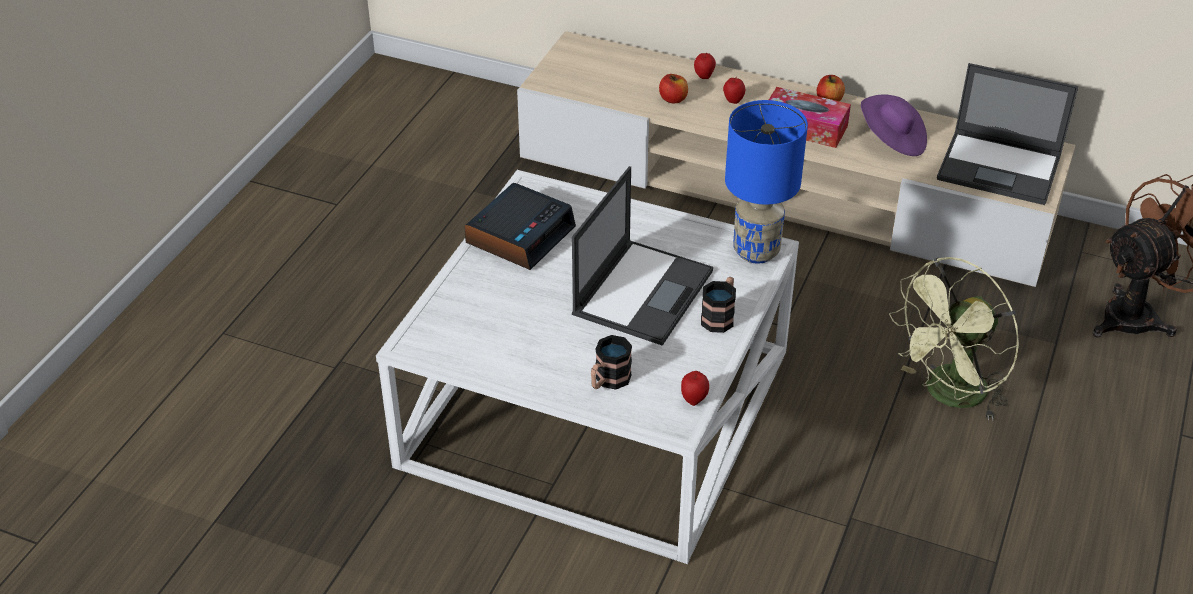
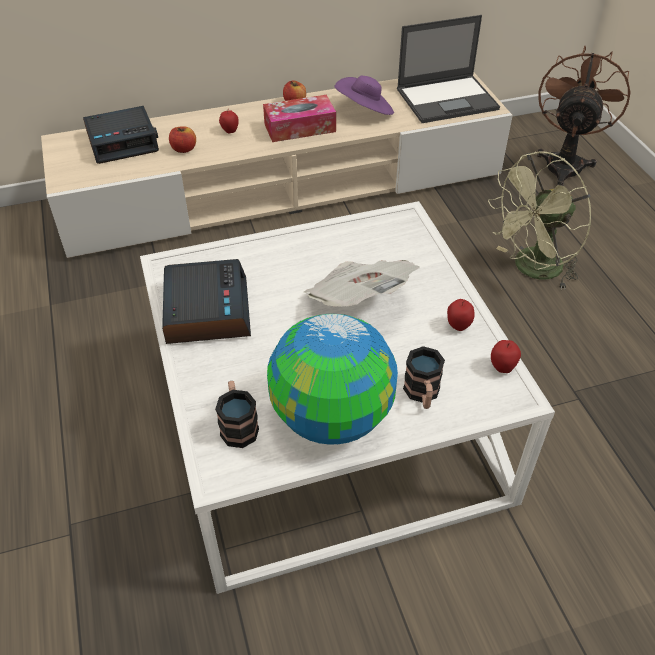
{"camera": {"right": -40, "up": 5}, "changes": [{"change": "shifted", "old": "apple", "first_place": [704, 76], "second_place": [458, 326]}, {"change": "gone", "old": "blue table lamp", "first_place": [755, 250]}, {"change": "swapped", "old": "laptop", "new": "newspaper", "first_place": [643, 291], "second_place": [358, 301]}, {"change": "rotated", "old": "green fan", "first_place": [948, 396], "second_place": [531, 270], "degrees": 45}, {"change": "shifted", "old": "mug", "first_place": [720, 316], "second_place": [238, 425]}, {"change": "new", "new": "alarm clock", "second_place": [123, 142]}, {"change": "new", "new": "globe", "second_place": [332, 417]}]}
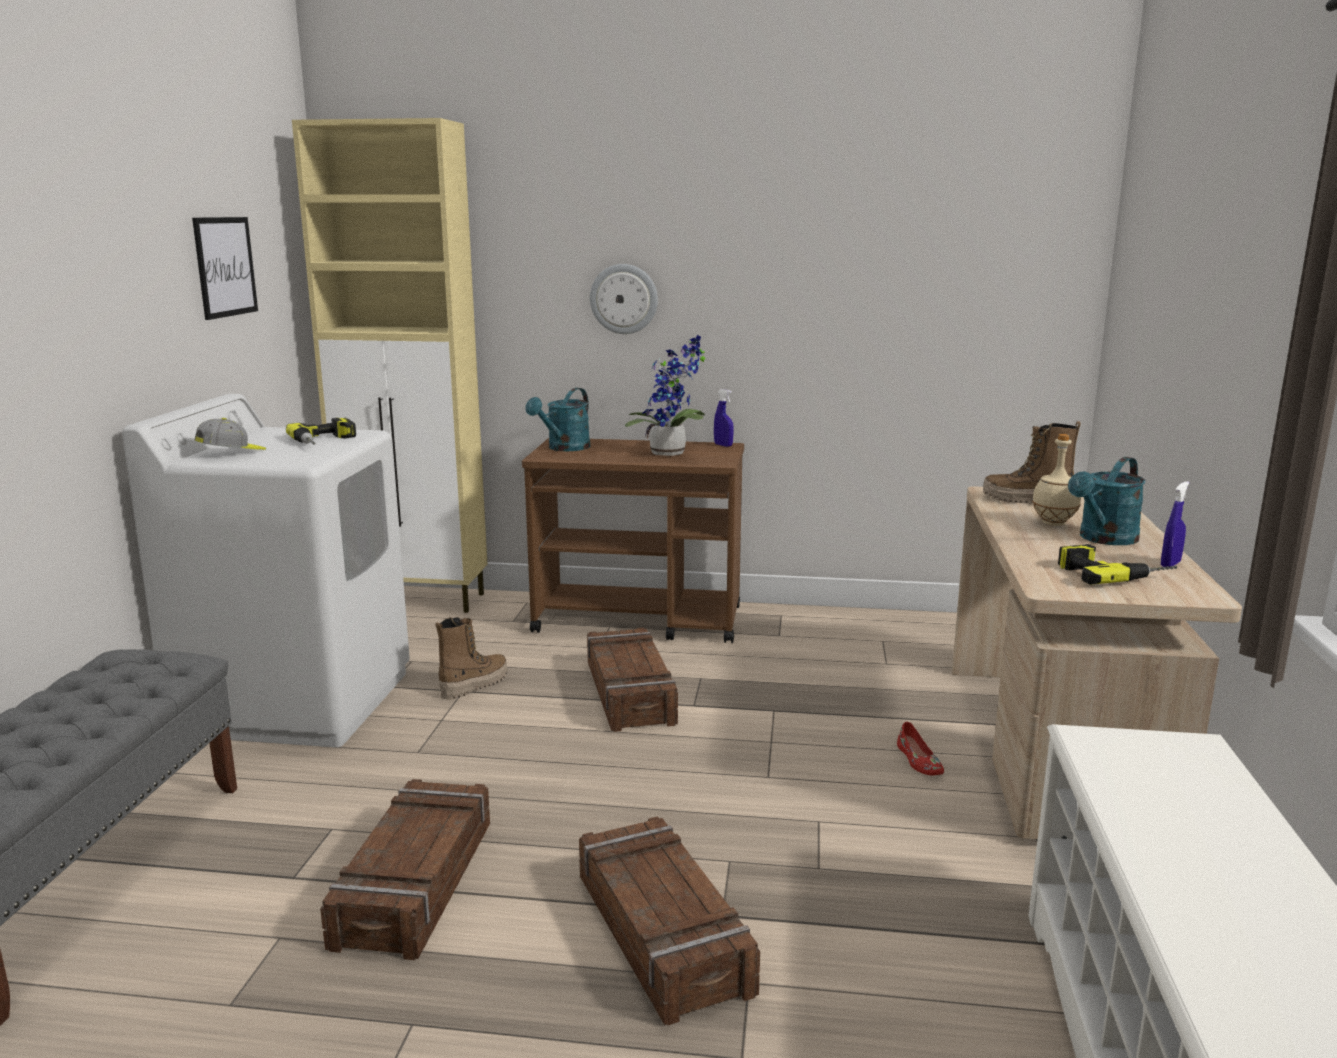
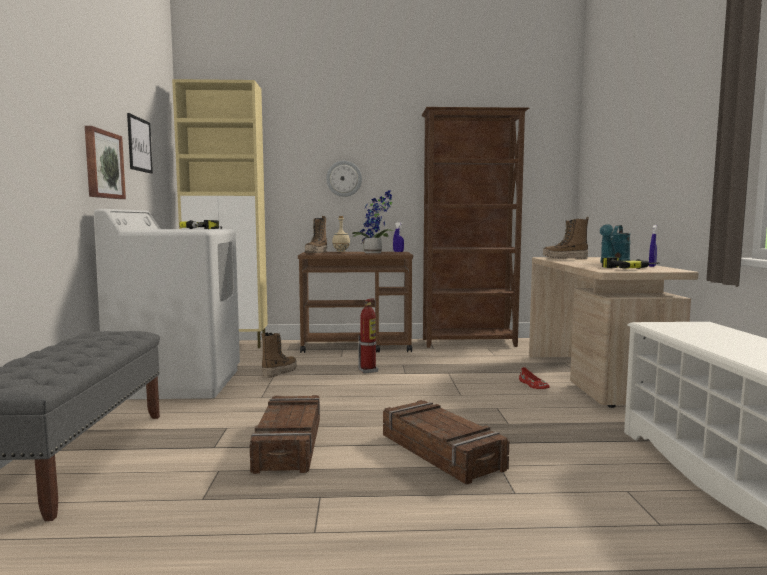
{"camera": {"right": -10, "up": -10}, "changes": [{"change": "swapped", "old": "turquoise watering can", "new": "boot", "first_place": [564, 448], "second_place": [316, 253]}, {"change": "gone", "old": "cap", "first_place": [232, 453]}, {"change": "shifted", "old": "beige bottle", "first_place": [1054, 523], "second_place": [341, 251]}, {"change": "swapped", "old": "crate", "new": "fire extinguisher", "first_place": [631, 692], "second_place": [368, 370]}, {"change": "new", "new": "brown bookcase", "second_place": [469, 343]}, {"change": "new", "new": "picture", "second_place": [103, 164]}]}
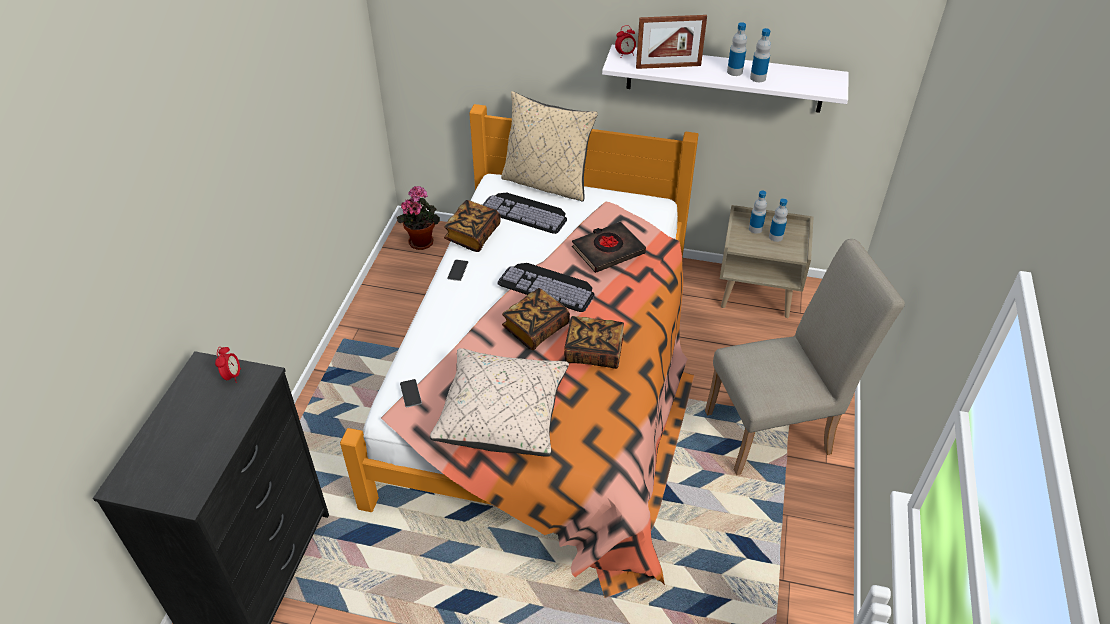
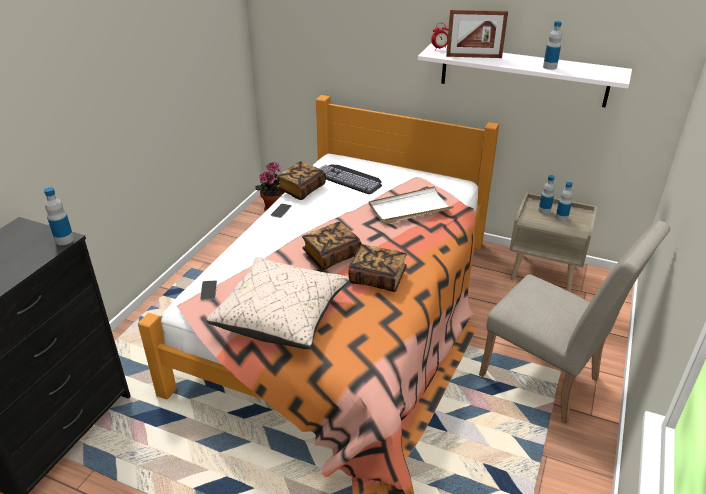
{"camera": {"right": 10, "up": -10}, "changes": [{"change": "shifted", "old": "bottle", "first_place": [734, 72], "second_place": [64, 240]}, {"change": "gone", "old": "beige pillow", "first_place": [547, 183]}, {"change": "swapped", "old": "black book", "new": "white tray", "first_place": [608, 251], "second_place": [410, 208]}, {"change": "rotated", "old": "beige chair", "first_place": [777, 431], "second_place": [547, 382], "degrees": 45}, {"change": "gone", "old": "keyboard", "first_place": [549, 285]}, {"change": "gone", "old": "alarm clock", "first_place": [232, 376]}]}
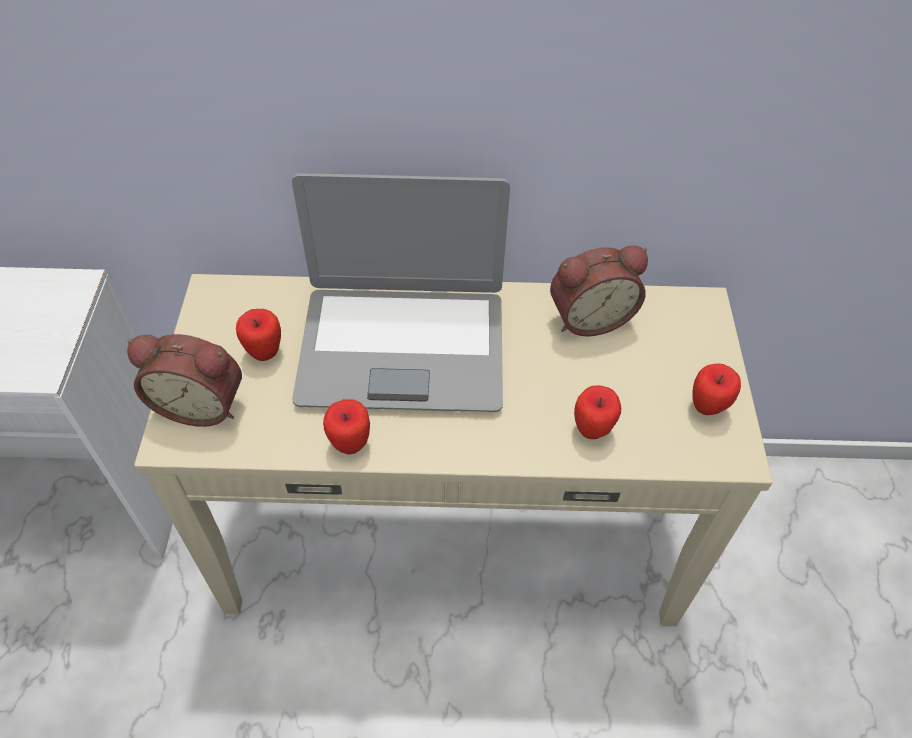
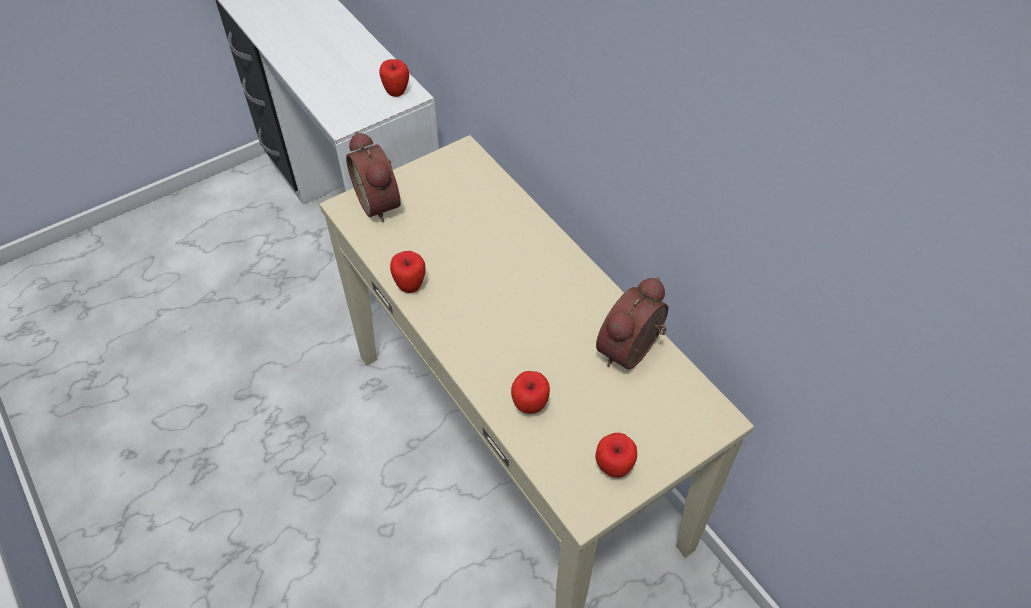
{"camera": {"right": 55, "up": 0}, "changes": [{"change": "gone", "old": "laptop", "first_place": [402, 347]}, {"change": "rotated", "old": "alarm clock", "first_place": [589, 317], "second_place": [632, 352], "degrees": 90}, {"change": "shifted", "old": "apple", "first_place": [264, 352], "second_place": [396, 92]}]}
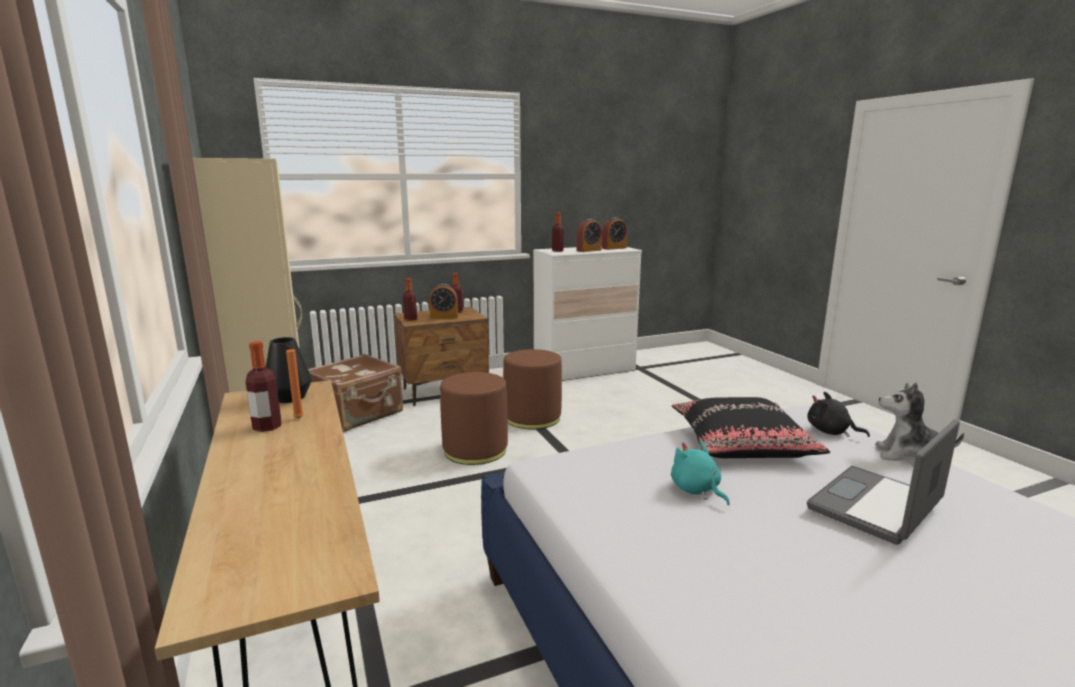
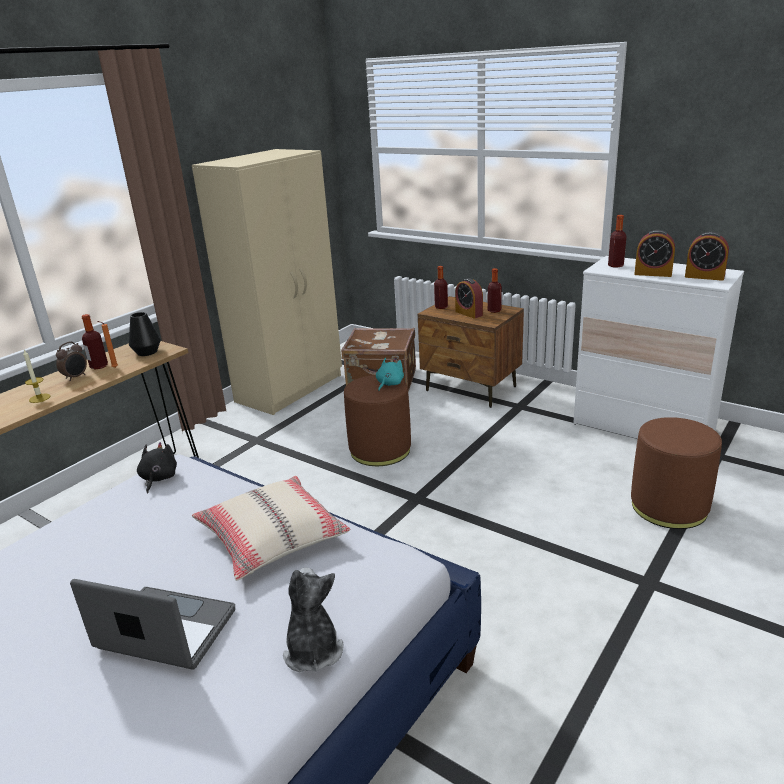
{"camera": {"right": 60, "up": 10}, "changes": [{"change": "shifted", "old": "brown ottoman", "first_place": [532, 418], "second_place": [669, 507]}, {"change": "shifted", "old": "black plush toy", "first_place": [831, 432], "second_place": [158, 478]}, {"change": "repainted", "old": "black pillow", "new": "beige pillow", "first_place": [741, 443], "second_place": [271, 537]}, {"change": "shifted", "old": "turquoise plush toy", "first_place": [696, 490], "second_place": [389, 384]}, {"change": "new", "new": "alarm clock", "second_place": [76, 377]}, {"change": "new", "new": "candle", "second_place": [39, 398]}]}
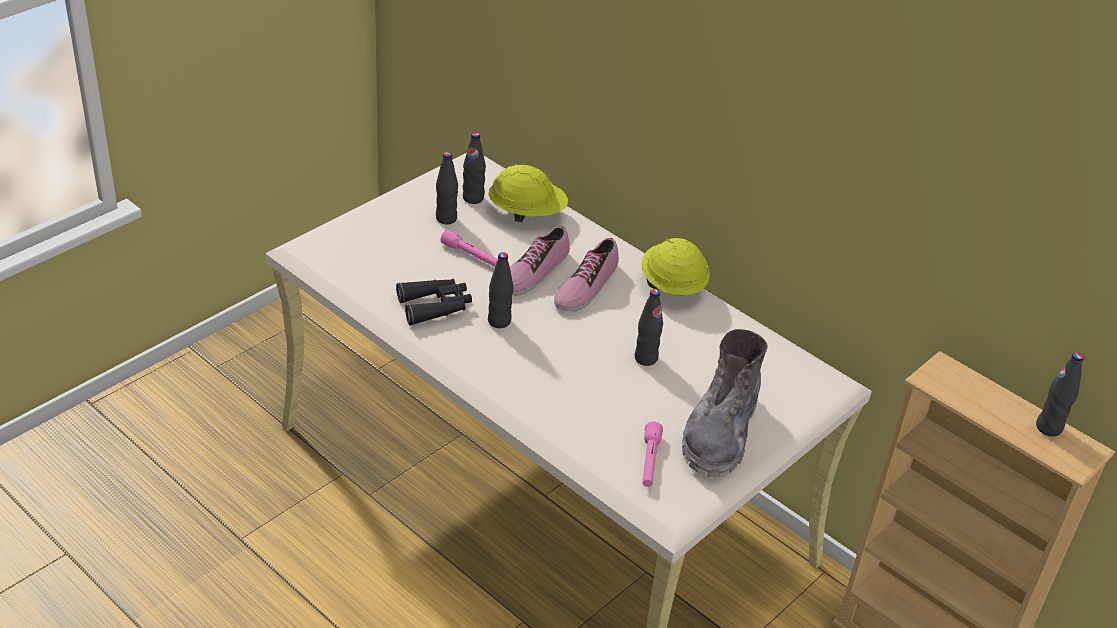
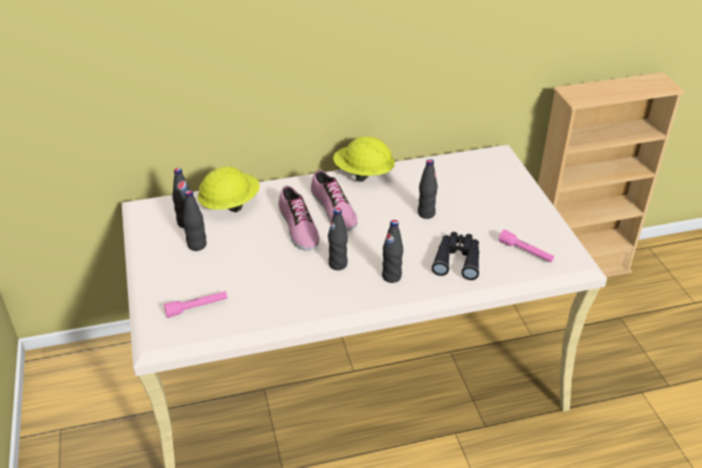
{"camera": {"right": -55, "up": 0}, "changes": [{"change": "shifted", "old": "pink flashlight", "first_place": [471, 256], "second_place": [197, 308]}, {"change": "shifted", "old": "black binoculars", "first_place": [435, 306], "second_place": [457, 260]}, {"change": "gone", "old": "grey boot", "first_place": [720, 433]}, {"change": "shifted", "old": "black bottle", "first_place": [1049, 428], "second_place": [391, 276]}]}
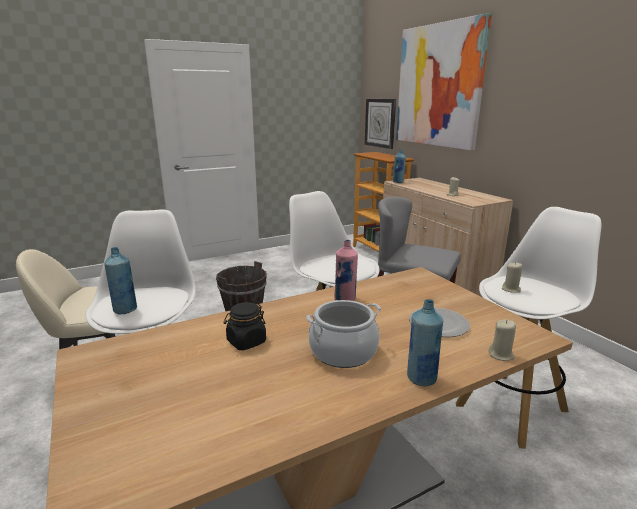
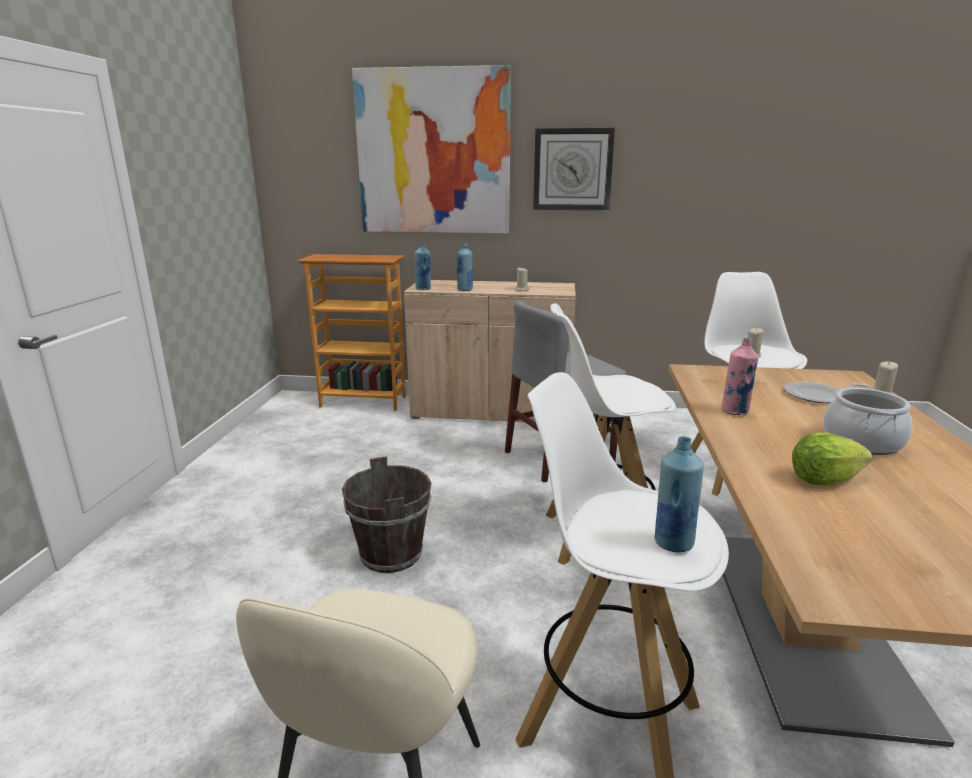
{"camera": {"right": -55, "up": 0}, "changes": [{"change": "shifted", "old": "wall clock", "first_place": [380, 123], "second_place": [572, 169]}, {"change": "shifted", "old": "blue bottle", "first_place": [421, 378], "second_place": [465, 289]}, {"change": "swapped", "old": "black jar", "new": "lettuce", "first_place": [246, 342], "second_place": [824, 479]}]}
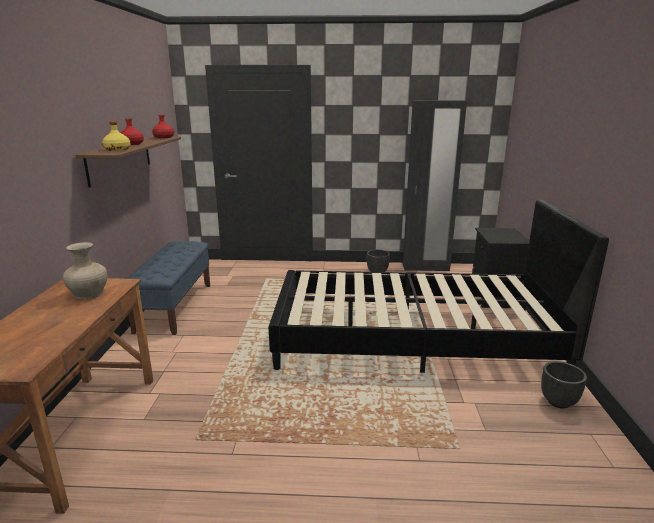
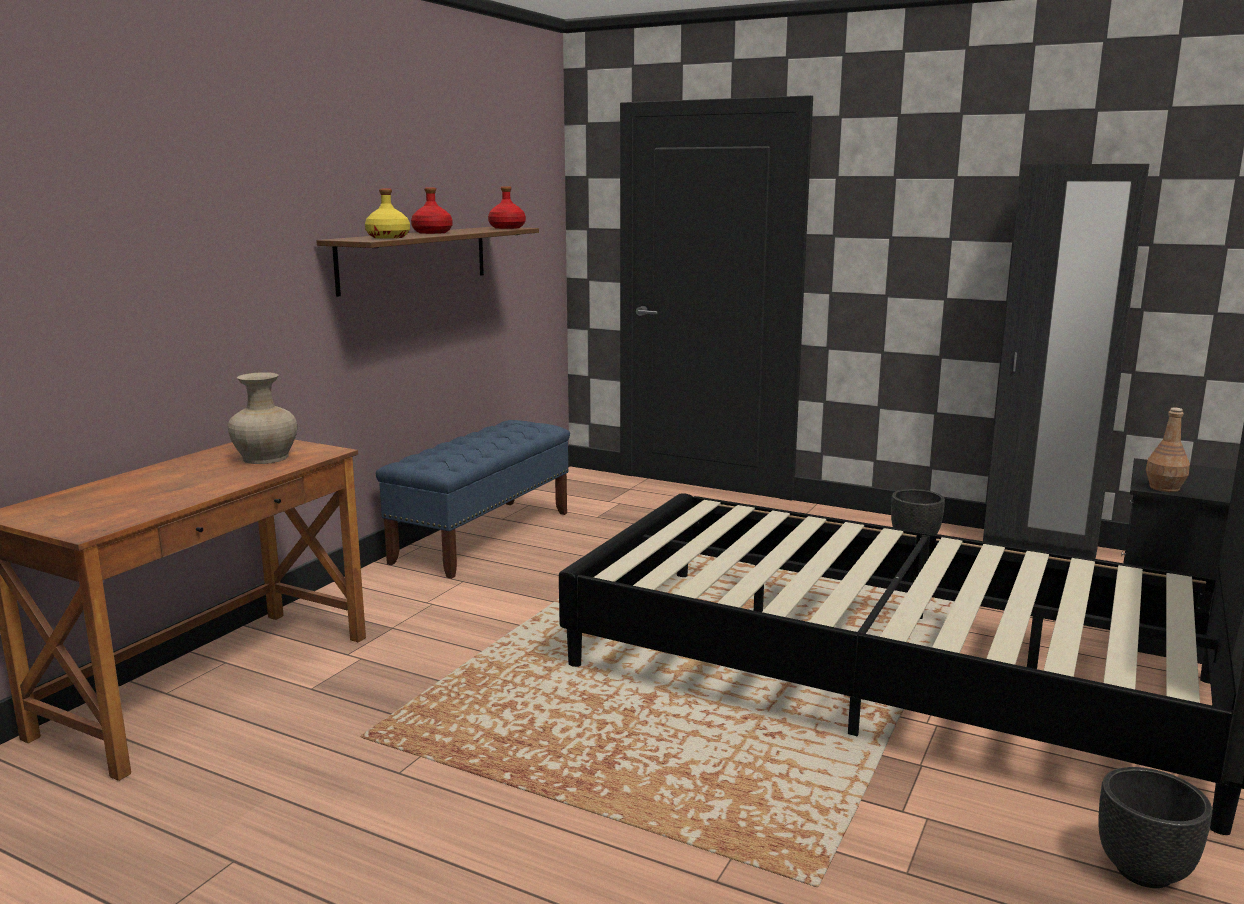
{"camera": {"right": 25, "up": -5}, "changes": [{"change": "new", "new": "brown bottle", "second_place": [1164, 488]}]}
